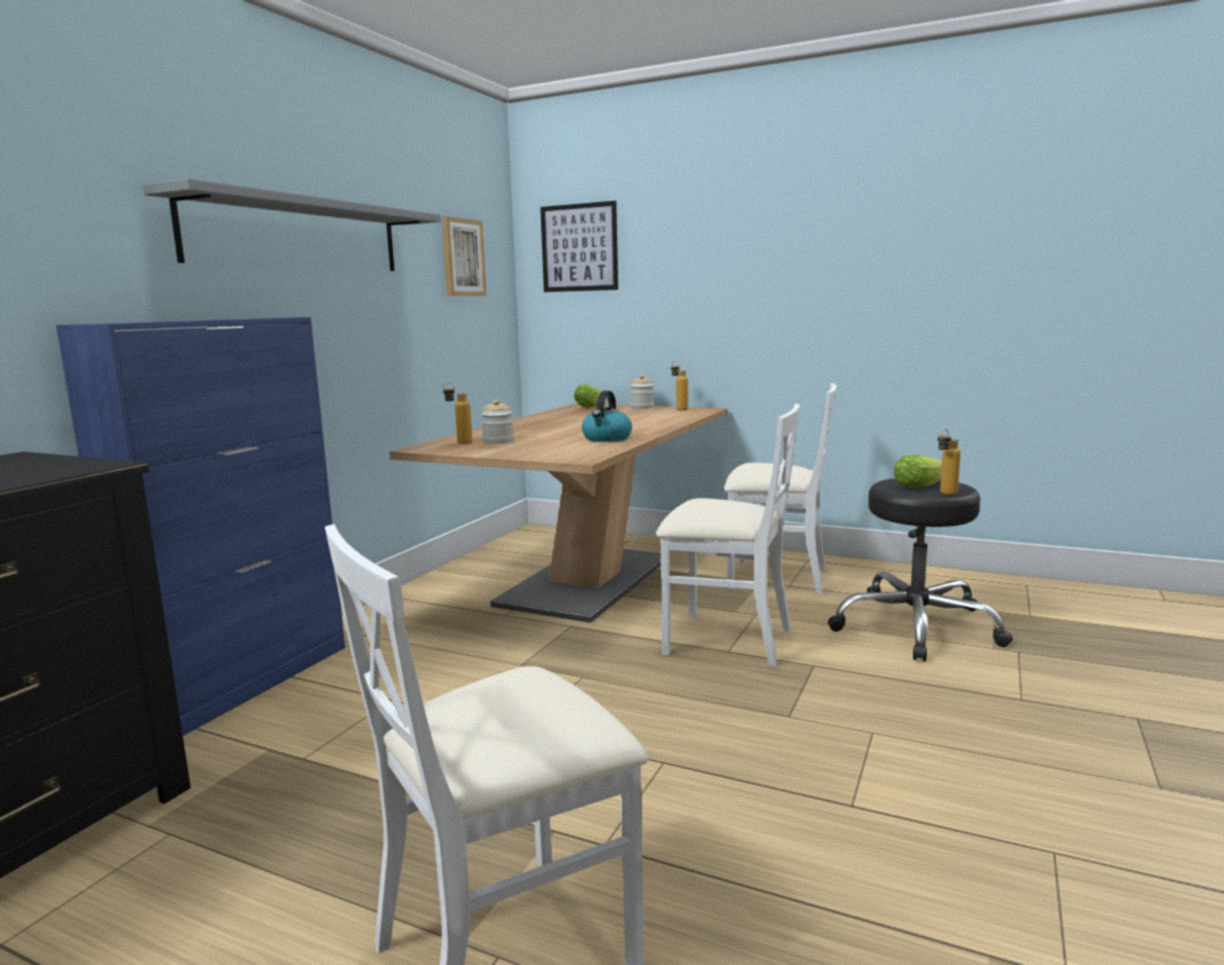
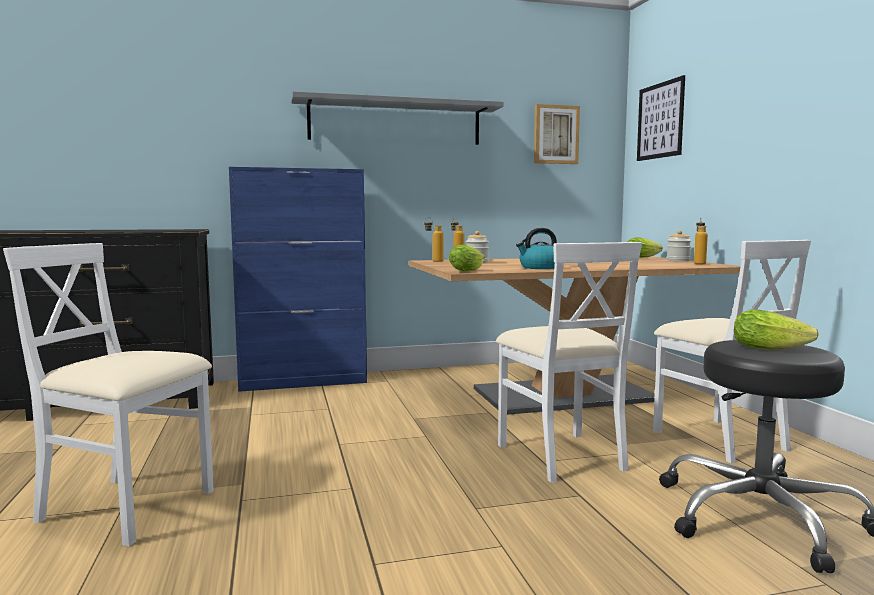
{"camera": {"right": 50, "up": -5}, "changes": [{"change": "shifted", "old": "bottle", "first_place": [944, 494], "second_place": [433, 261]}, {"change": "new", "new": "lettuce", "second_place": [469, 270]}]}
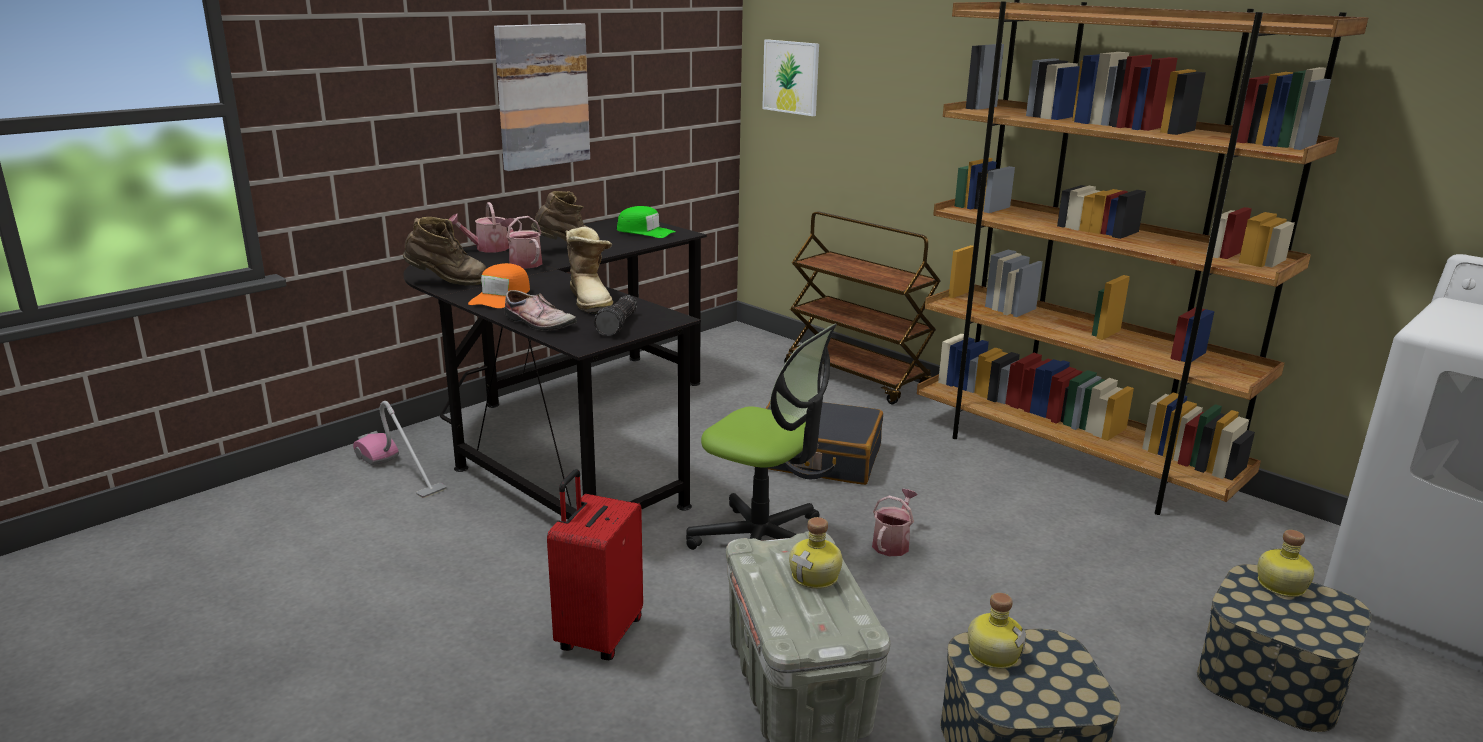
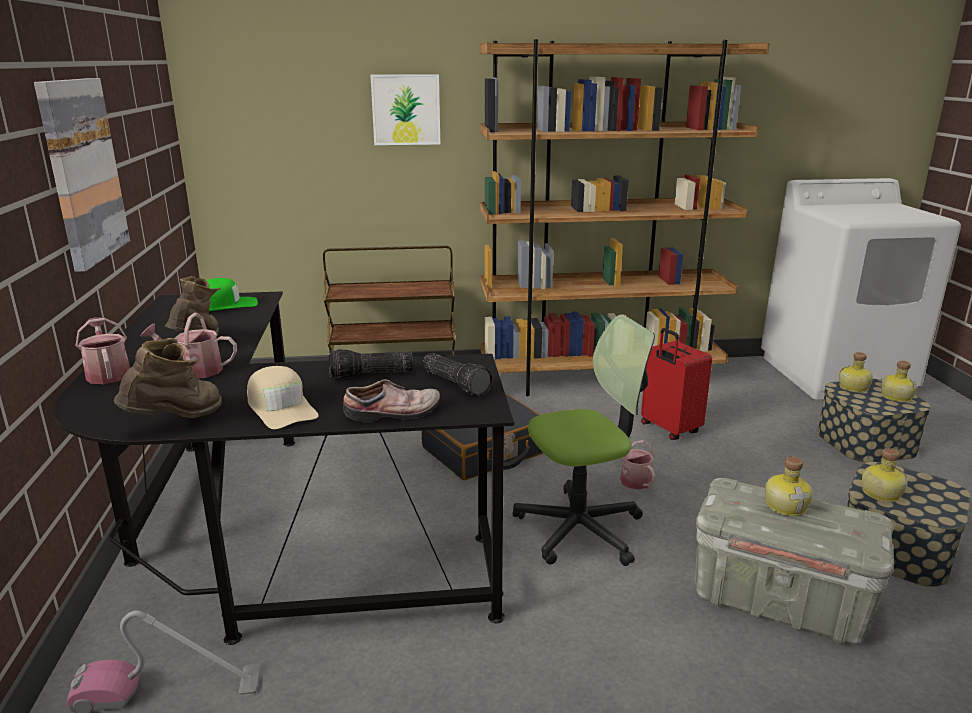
{"camera": {"right": -50, "up": 0}, "changes": [{"change": "shifted", "old": "picture", "first_place": [791, 77], "second_place": [406, 110]}, {"change": "rotated", "old": "watering can", "first_place": [487, 249], "second_place": [108, 373], "degrees": 135}, {"change": "swapped", "old": "boot", "new": "flashlight", "first_place": [591, 300], "second_place": [370, 375]}, {"change": "repainted", "old": "orange cap", "new": "beige cap", "first_place": [501, 296], "second_place": [281, 408]}, {"change": "shifted", "old": "red suitcase", "first_place": [598, 635], "second_place": [669, 429]}, {"change": "new", "new": "bottle", "second_place": [895, 396]}]}
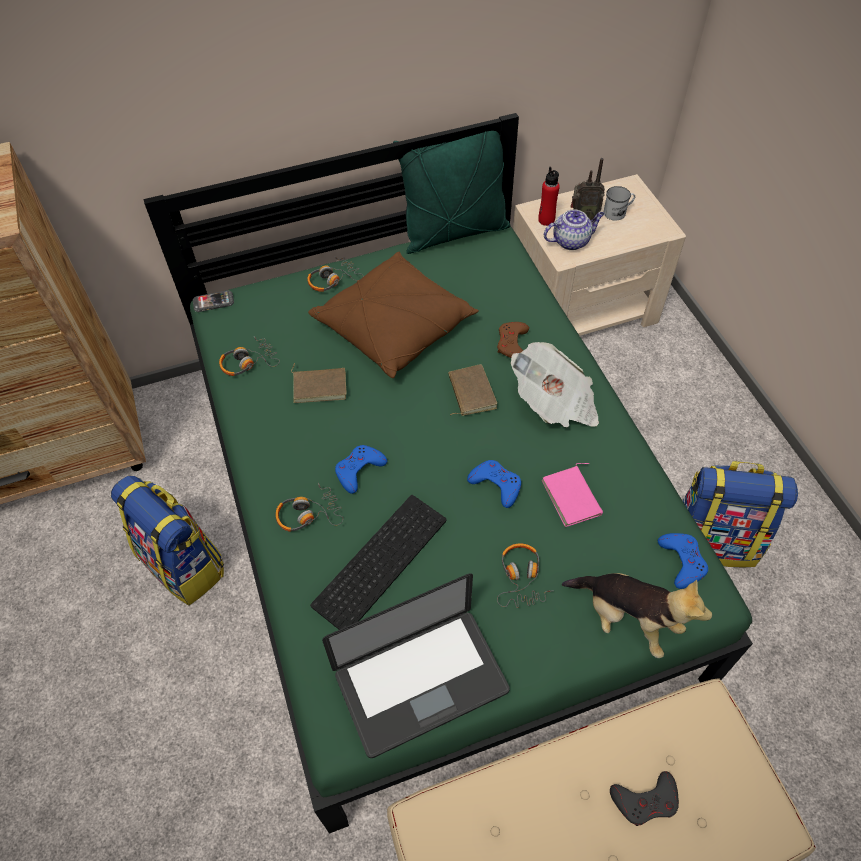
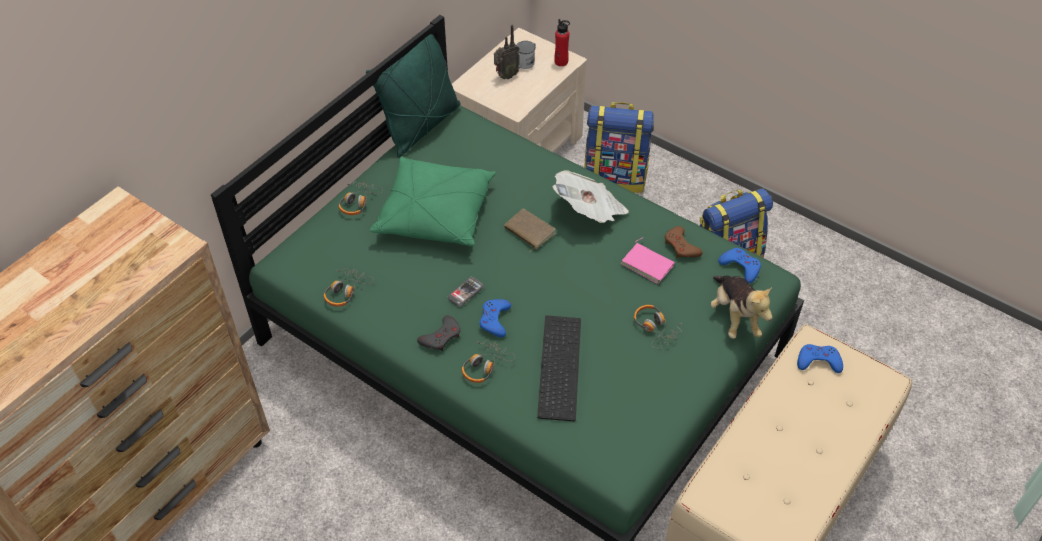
{"camera": {"right": -35, "up": -5}, "changes": [{"change": "shifted", "old": "red bottle", "first_place": [546, 220], "second_place": [561, 62]}, {"change": "gone", "old": "teapot", "first_place": [571, 241]}, {"change": "repainted", "old": "brown pillow", "new": "green pillow", "first_place": [395, 327], "second_place": [435, 214]}, {"change": "shifted", "old": "phone", "first_place": [213, 302], "second_place": [465, 292]}, {"change": "shifted", "old": "brown game controller", "first_place": [512, 344], "second_place": [681, 246]}, {"change": "gone", "old": "brown book", "first_place": [320, 385]}, {"change": "shifted", "old": "blue game controller", "first_place": [496, 484], "second_place": [818, 361]}, {"change": "shifted", "old": "backpack", "first_place": [184, 565], "second_place": [615, 177]}, {"change": "gone", "old": "laptop", "first_place": [421, 682]}, {"change": "rotated", "old": "plush toy", "first_place": [627, 619], "second_place": [734, 317], "degrees": 75}, {"change": "shifted", "old": "grey game controller", "first_place": [645, 800], "second_place": [441, 337]}]}
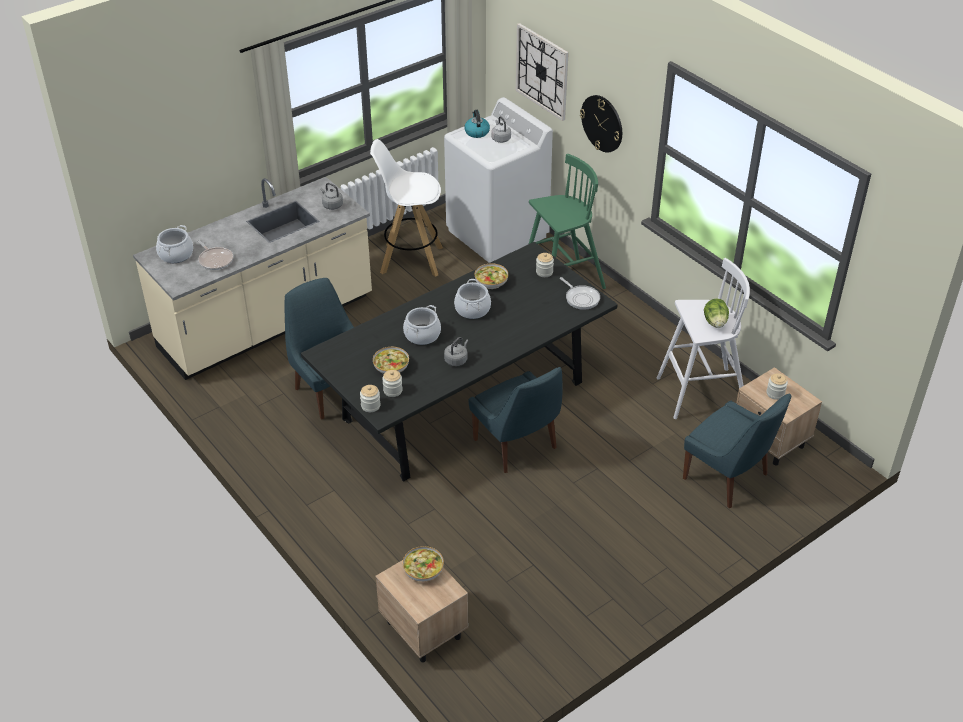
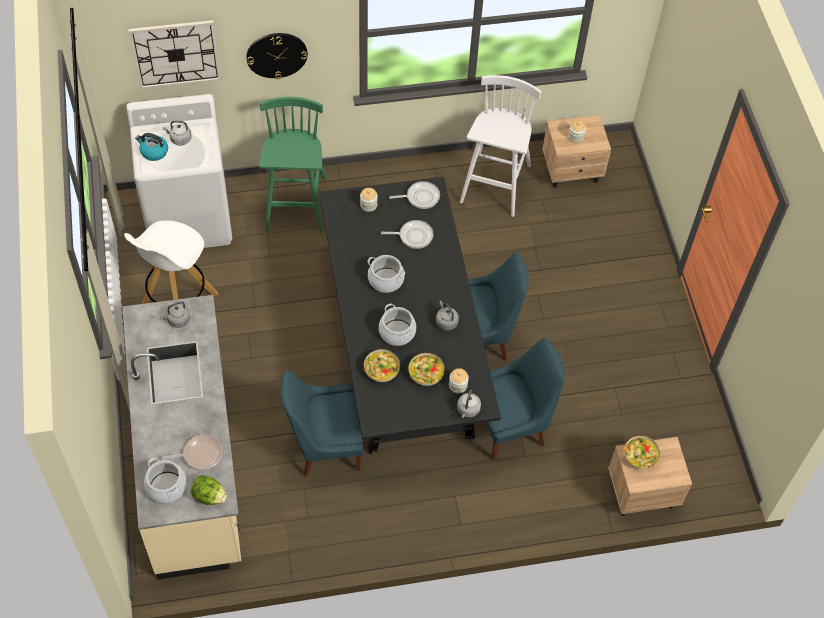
{"camera": {"right": -65, "up": 15}, "changes": [{"change": "shifted", "old": "bowl", "first_place": [491, 282], "second_place": [381, 370]}, {"change": "shifted", "old": "lettuce", "first_place": [715, 322], "second_place": [209, 496]}, {"change": "swapped", "old": "jar", "new": "grey kettle", "first_place": [370, 406], "second_place": [468, 410]}, {"change": "shifted", "old": "blue chair", "first_place": [728, 478], "second_place": [511, 426]}, {"change": "new", "new": "frying pan", "second_place": [413, 236]}]}
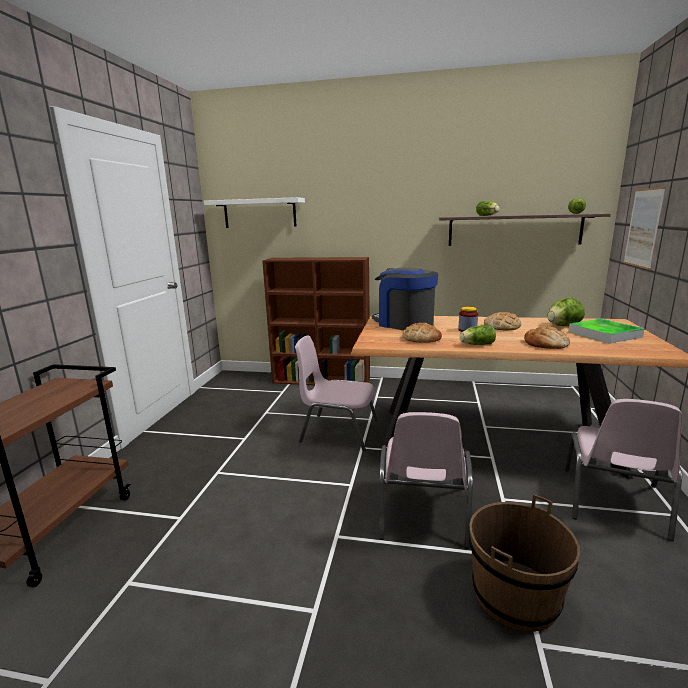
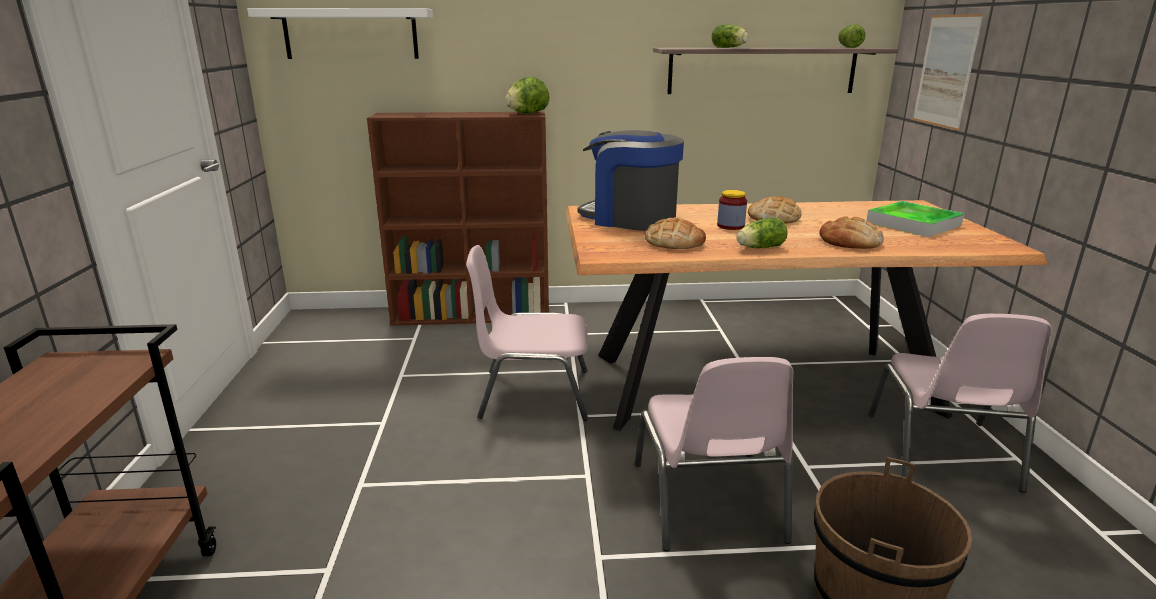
{"camera": {"right": -15, "up": 5}, "changes": [{"change": "shifted", "old": "lettuce", "first_place": [563, 326], "second_place": [527, 113]}]}
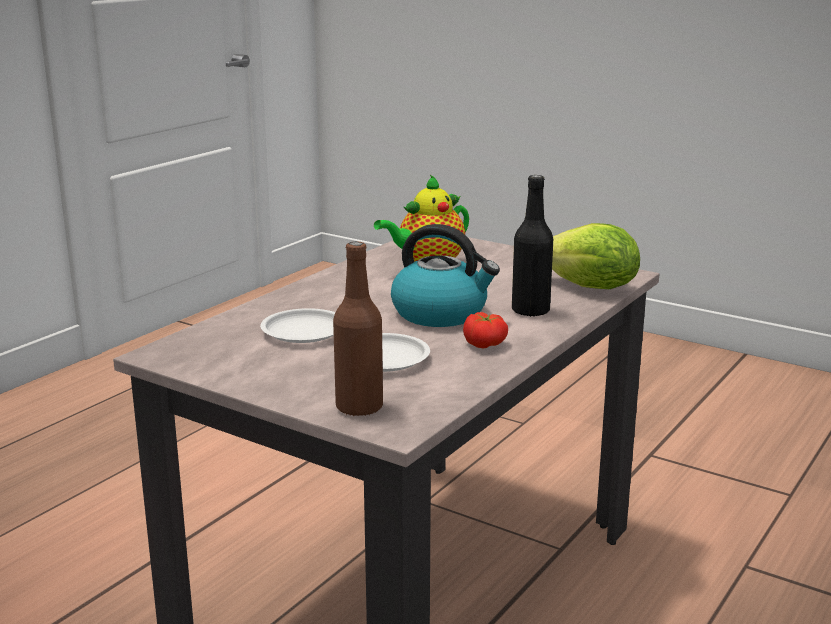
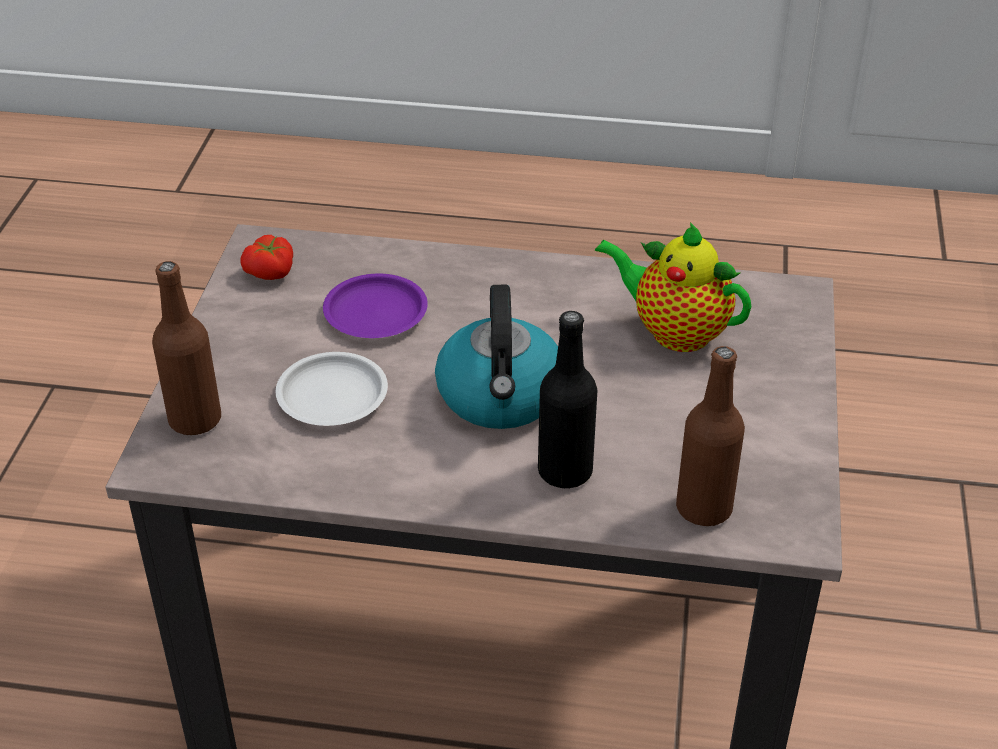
{"camera": {"right": 65, "up": 20}, "changes": [{"change": "swapped", "old": "lettuce", "new": "brown bottle", "first_place": [590, 288], "second_place": [704, 508]}, {"change": "repainted", "old": "white plate", "new": "purple plate", "first_place": [305, 331], "second_place": [375, 313]}, {"change": "shifted", "old": "tomato", "first_place": [485, 344], "second_place": [271, 273]}]}
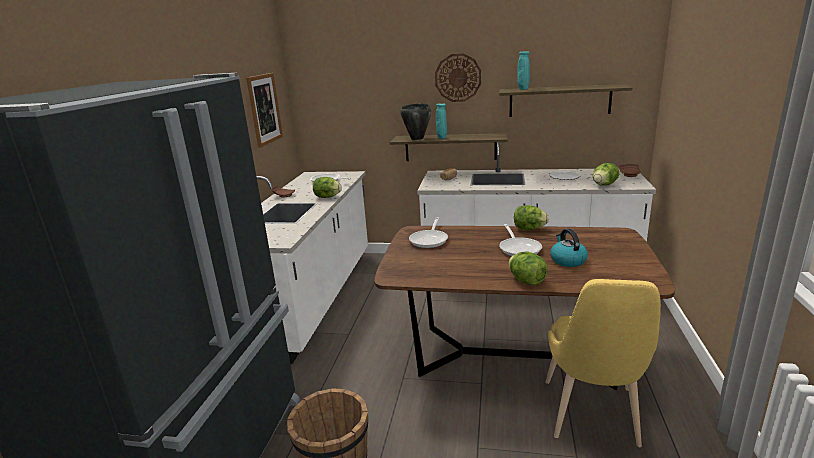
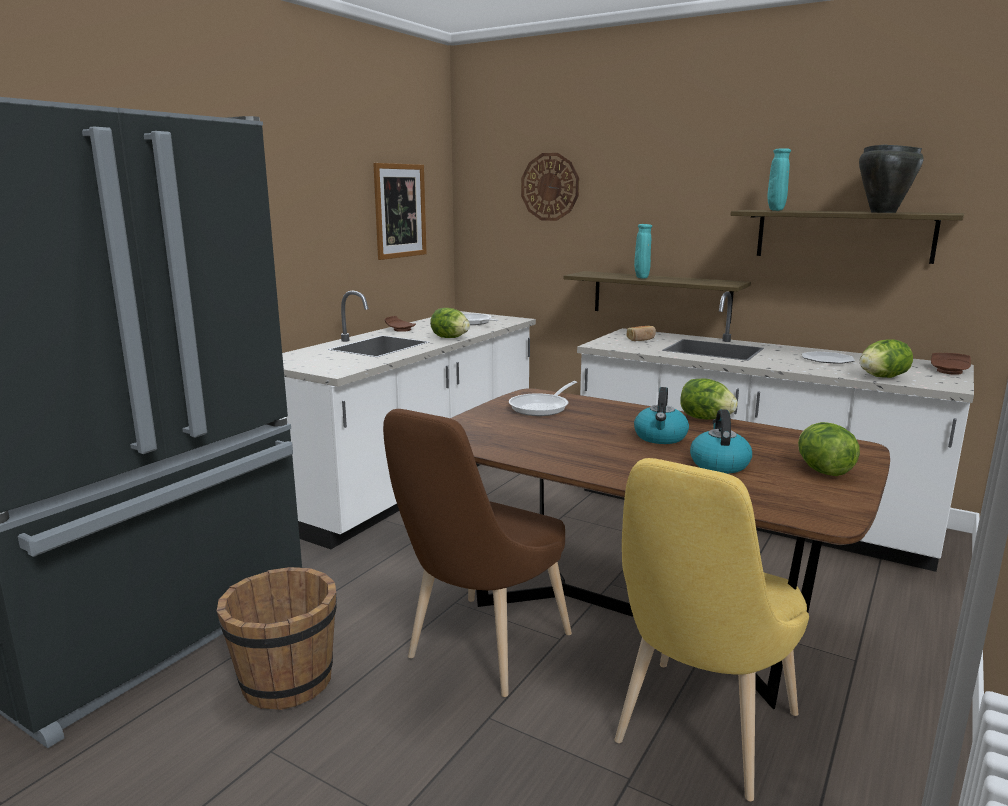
{"camera": {"right": 20, "up": -5}, "changes": [{"change": "shifted", "old": "wall clock", "first_place": [458, 78], "second_place": [550, 187]}, {"change": "shifted", "old": "black cooking pot", "first_place": [416, 138], "second_place": [882, 212]}, {"change": "swapped", "old": "frying pan", "new": "kettle", "first_place": [519, 248], "second_place": [660, 437]}, {"change": "shifted", "old": "lettuce", "first_place": [526, 281], "second_place": [823, 470]}, {"change": "new", "new": "brown chair", "second_place": [482, 651]}]}
